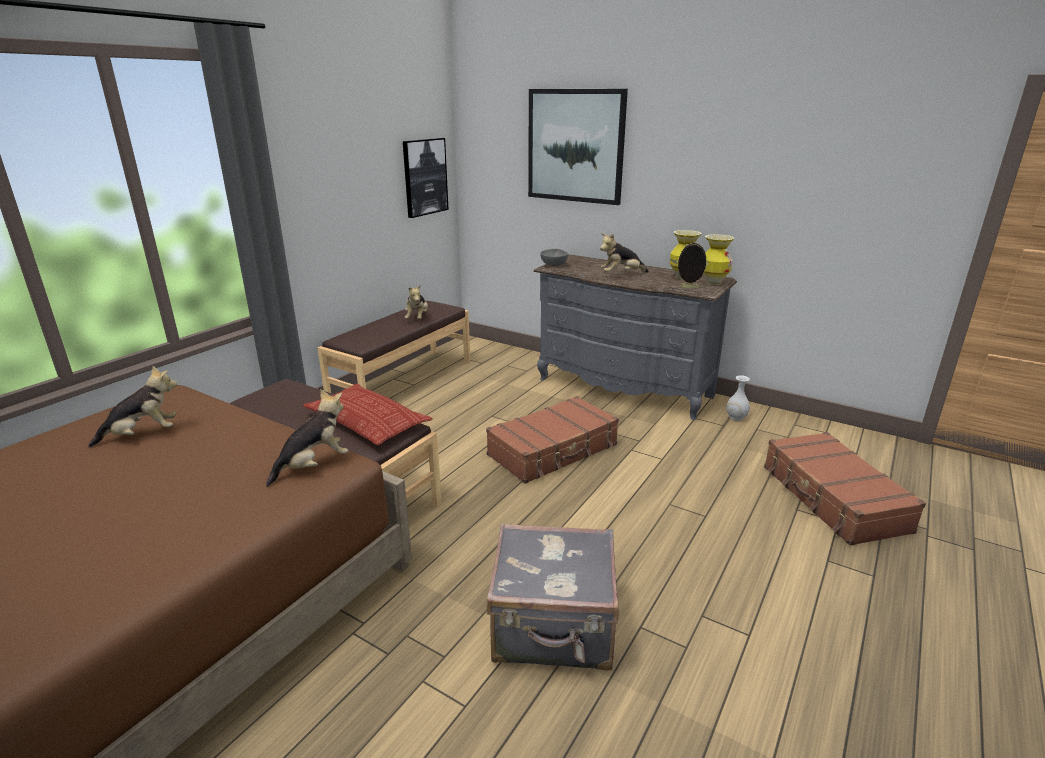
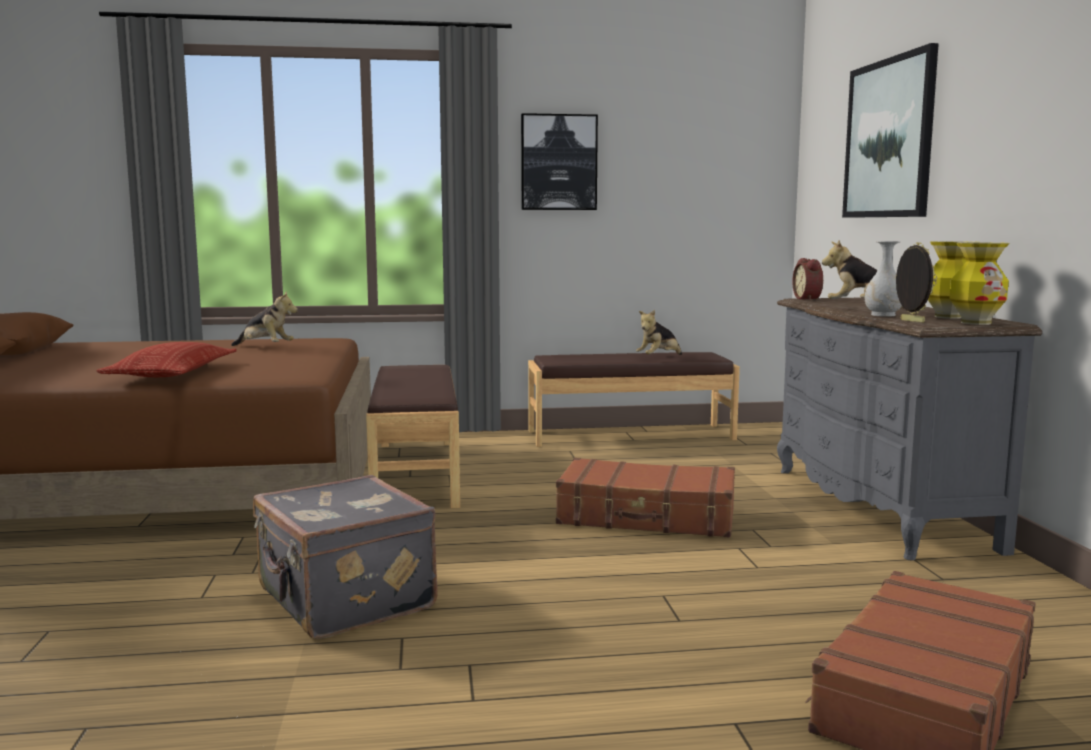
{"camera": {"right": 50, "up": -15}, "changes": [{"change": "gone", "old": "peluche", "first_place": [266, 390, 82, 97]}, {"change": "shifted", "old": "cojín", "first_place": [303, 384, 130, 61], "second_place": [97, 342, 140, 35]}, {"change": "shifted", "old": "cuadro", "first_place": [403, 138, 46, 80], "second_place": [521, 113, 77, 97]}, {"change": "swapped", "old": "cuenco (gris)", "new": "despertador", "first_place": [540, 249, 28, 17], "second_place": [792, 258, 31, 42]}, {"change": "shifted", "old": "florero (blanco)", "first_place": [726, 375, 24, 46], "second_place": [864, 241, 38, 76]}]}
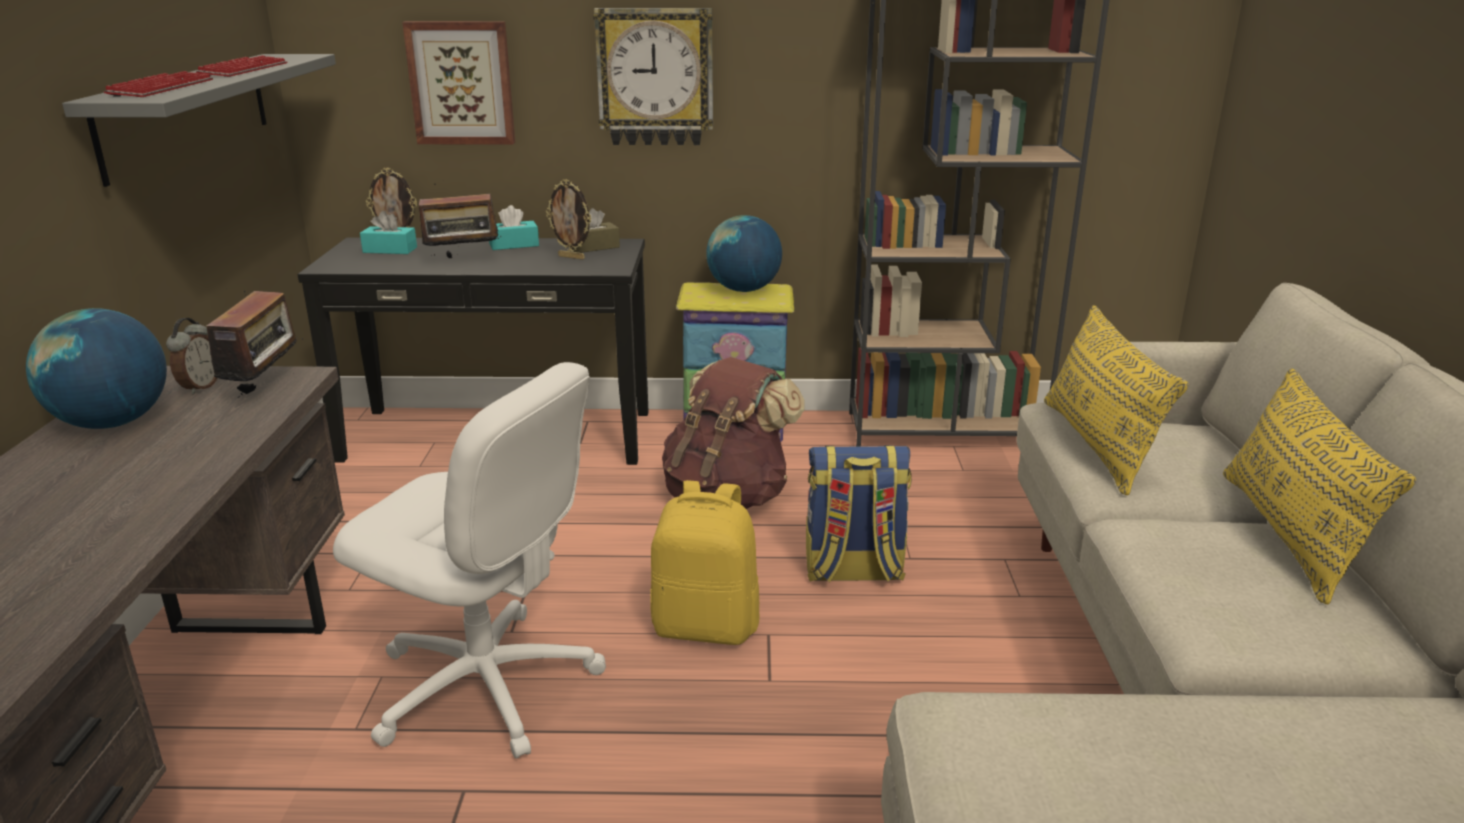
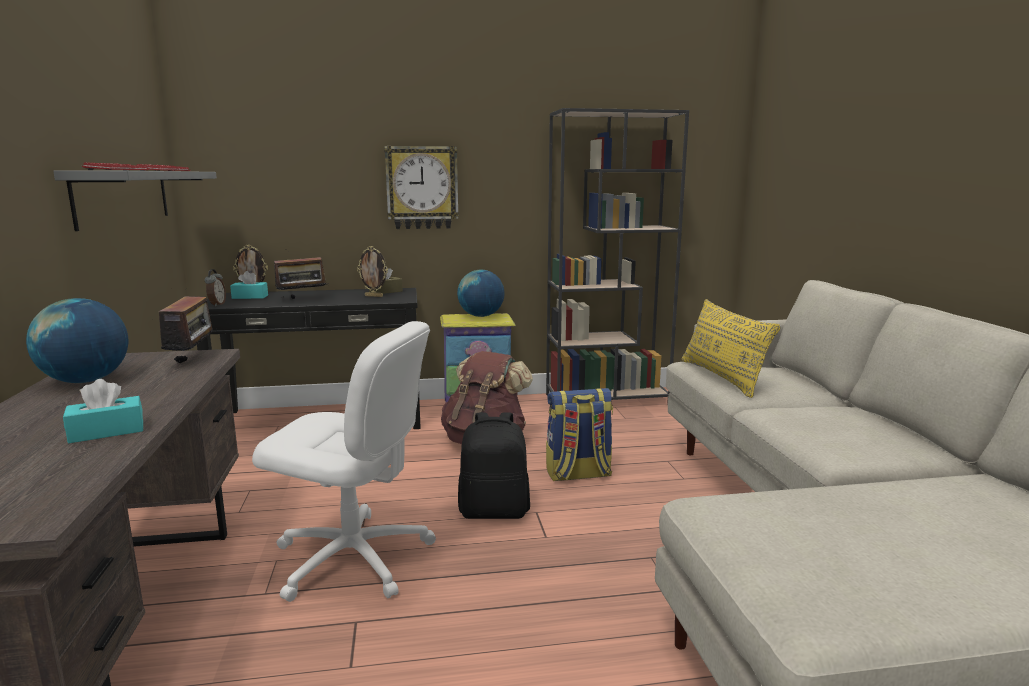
{"camera": {"right": -10, "up": -10}, "changes": [{"change": "shifted", "old": "despertador", "first_place": [166, 318, 51, 76], "second_place": [204, 269, 22, 38]}, {"change": "gone", "old": "cuadro", "first_place": [402, 21, 113, 124]}, {"change": "shifted", "old": "caja de pañuelos (turquesa)", "first_place": [489, 205, 50, 45], "second_place": [63, 379, 80, 64]}, {"change": "repainted", "old": "mochila (amarillo)", "new": "mochila (negro)", "first_place": [650, 480, 110, 165], "second_place": [458, 412, 72, 107]}, {"change": "gone", "old": "cojín (amarillo)", "first_place": [1223, 368, 193, 236]}]}
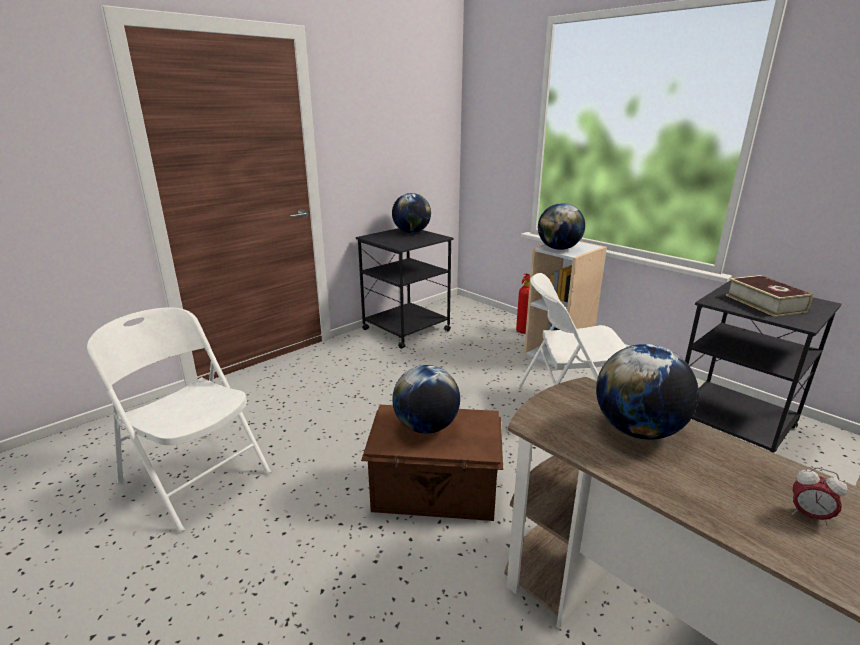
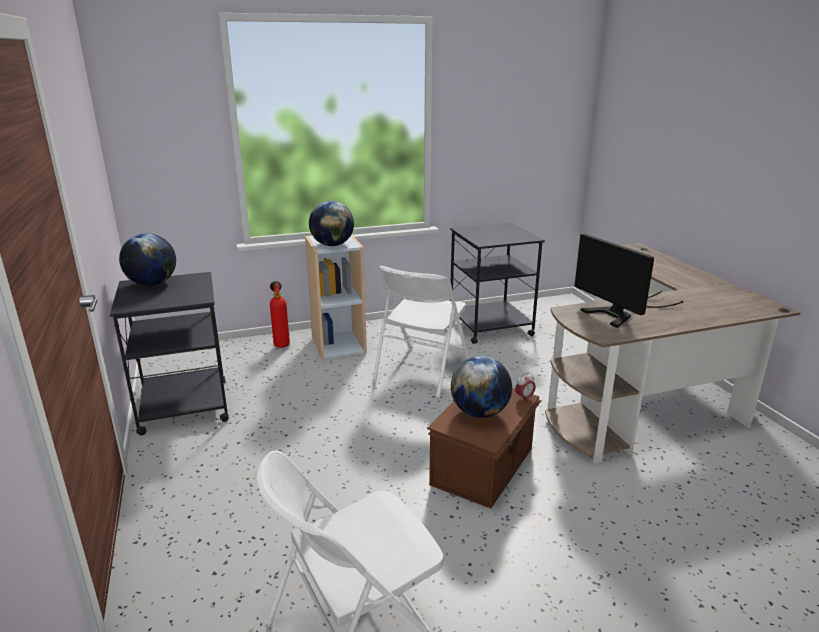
{"camera": {"right": -65, "up": 0}, "changes": [{"change": "swapped", "old": "globo terráqueo", "new": "monitor", "first_place": [596, 344, 103, 96], "second_place": [575, 234, 109, 94]}, {"change": "gone", "old": "libro", "first_place": [726, 275, 87, 42]}, {"change": "shifted", "old": "despertador", "first_place": [792, 467, 56, 59], "second_place": [515, 372, 21, 30]}]}
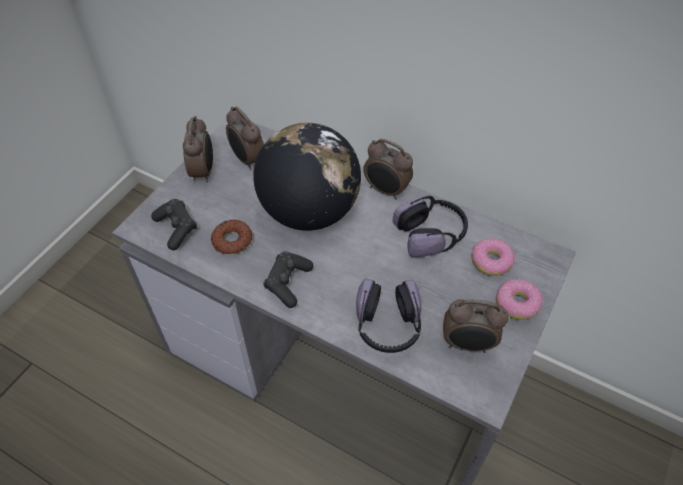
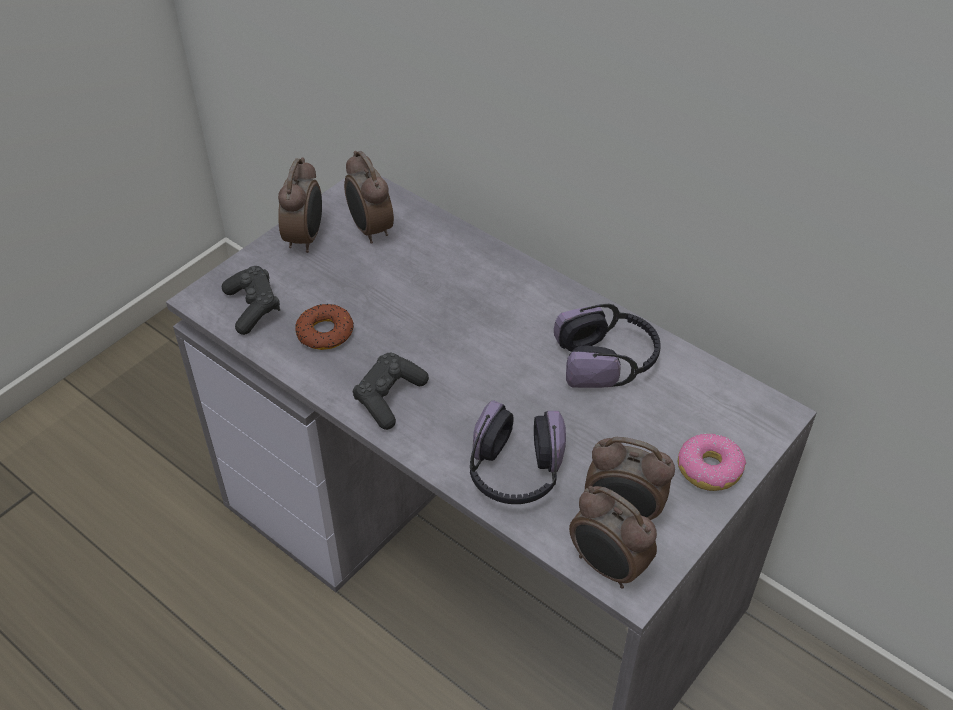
{"camera": {"right": 10, "up": -5}, "changes": [{"change": "gone", "old": "globo terráqueo", "first_place": [253, 123, 108, 108]}, {"change": "shifted", "old": "despertador", "first_place": [363, 139, 50, 61], "second_place": [569, 486, 88, 103]}, {"change": "gone", "old": "rosquilla", "first_place": [472, 238, 43, 38]}]}
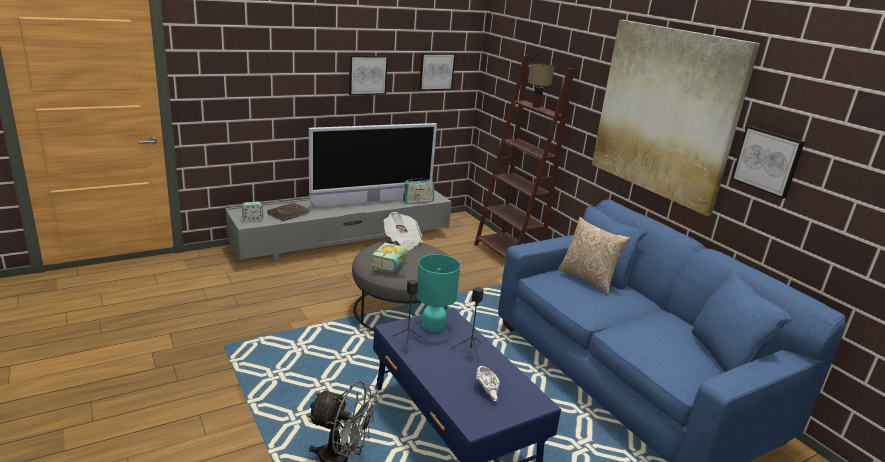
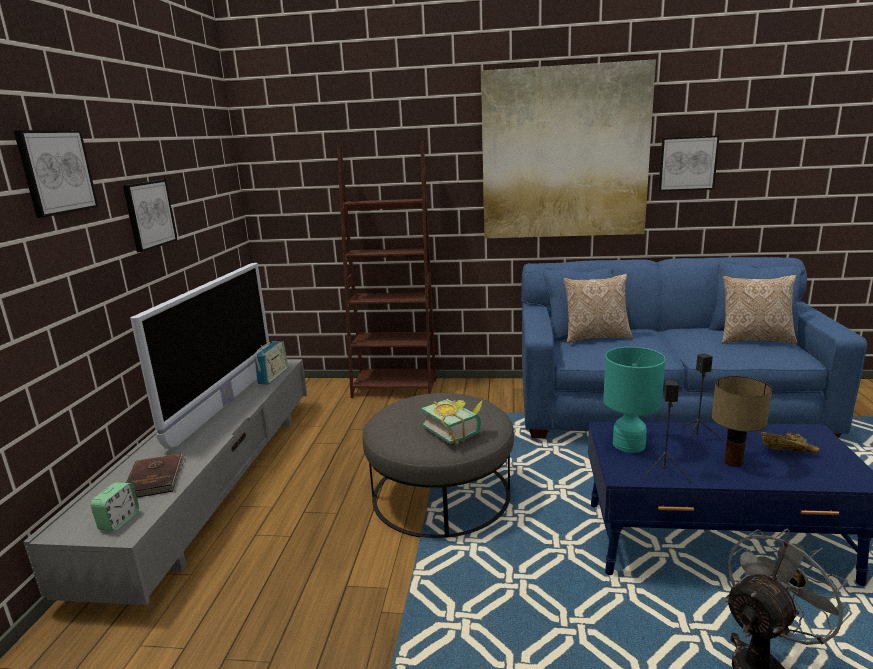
{"camera": {"right": -50, "up": -5}, "changes": [{"change": "gone", "old": "periódico", "first_place": [383, 212, 40, 38]}, {"change": "shifted", "old": "cuadro", "first_place": [419, 53, 36, 38], "second_place": [14, 130, 84, 88]}, {"change": "repainted", "old": "cuenco (blanco)", "new": "cuenco (marrón)", "first_place": [476, 366, 24, 36], "second_place": [761, 432, 58, 22]}, {"change": "shifted", "old": "lámpara de mesa", "first_place": [528, 63, 26, 45], "second_place": [712, 376, 60, 91]}, {"change": "new", "new": "cojín", "second_place": [722, 275, 75, 69]}]}
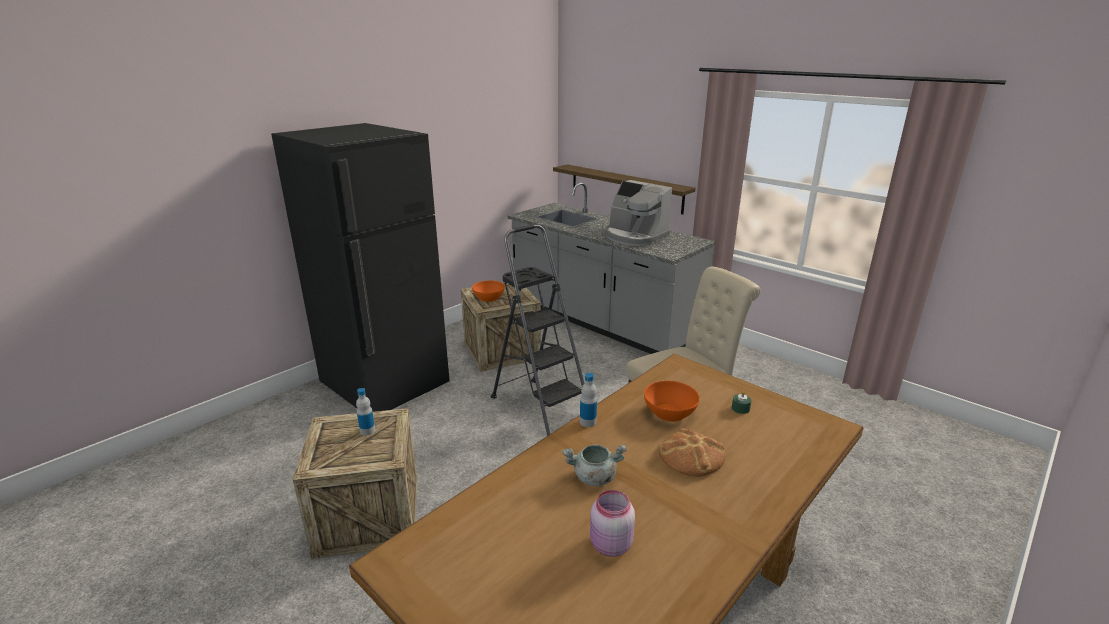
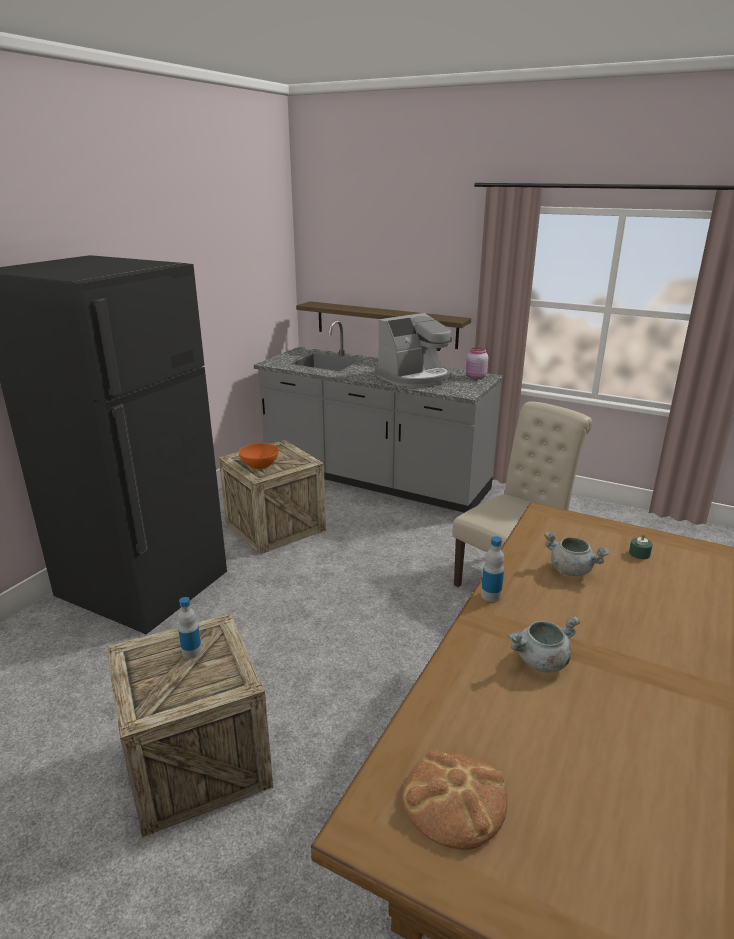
{"camera": {"right": -15, "up": 0}, "changes": [{"change": "gone", "old": "escalera de tijera", "first_place": [490, 224, 95, 212]}, {"change": "shifted", "old": "tarro (rosa)", "first_place": [590, 490, 45, 67], "second_place": [466, 347, 22, 32]}, {"change": "rotated", "old": "cafetera", "first_place": [605, 180, 67, 66], "second_place": [375, 313, 77, 74], "degrees": -60}, {"change": "swapped", "old": "cuenco (naranja)", "new": "olla (gris)", "first_place": [644, 381, 56, 41], "second_place": [544, 532, 66, 44]}, {"change": "shifted", "old": "pan", "first_place": [659, 428, 66, 49], "second_place": [402, 749, 106, 101]}]}
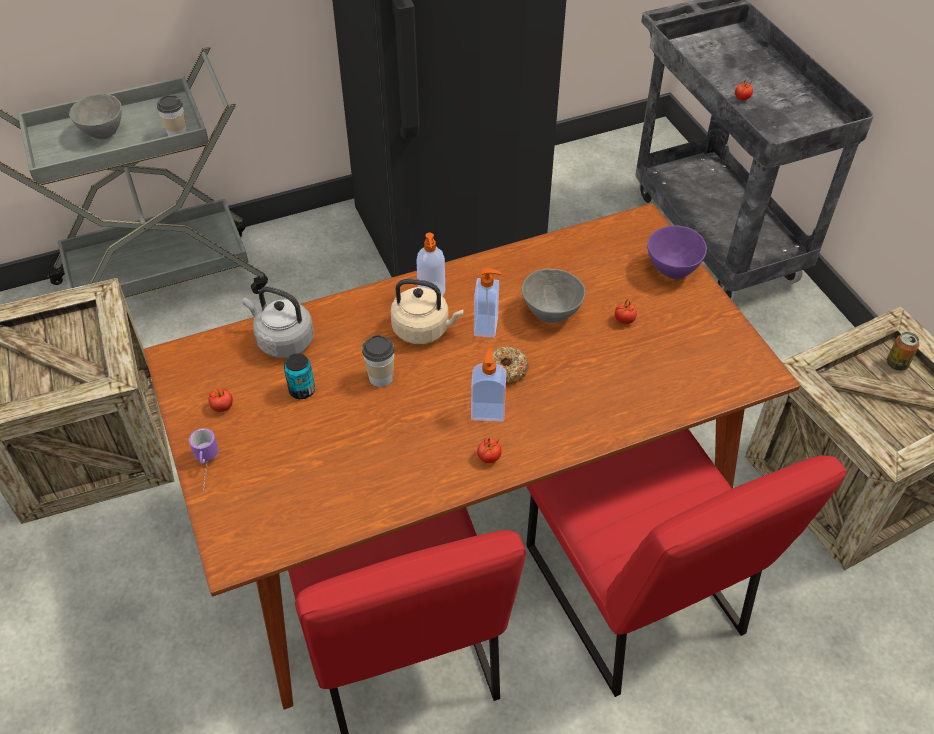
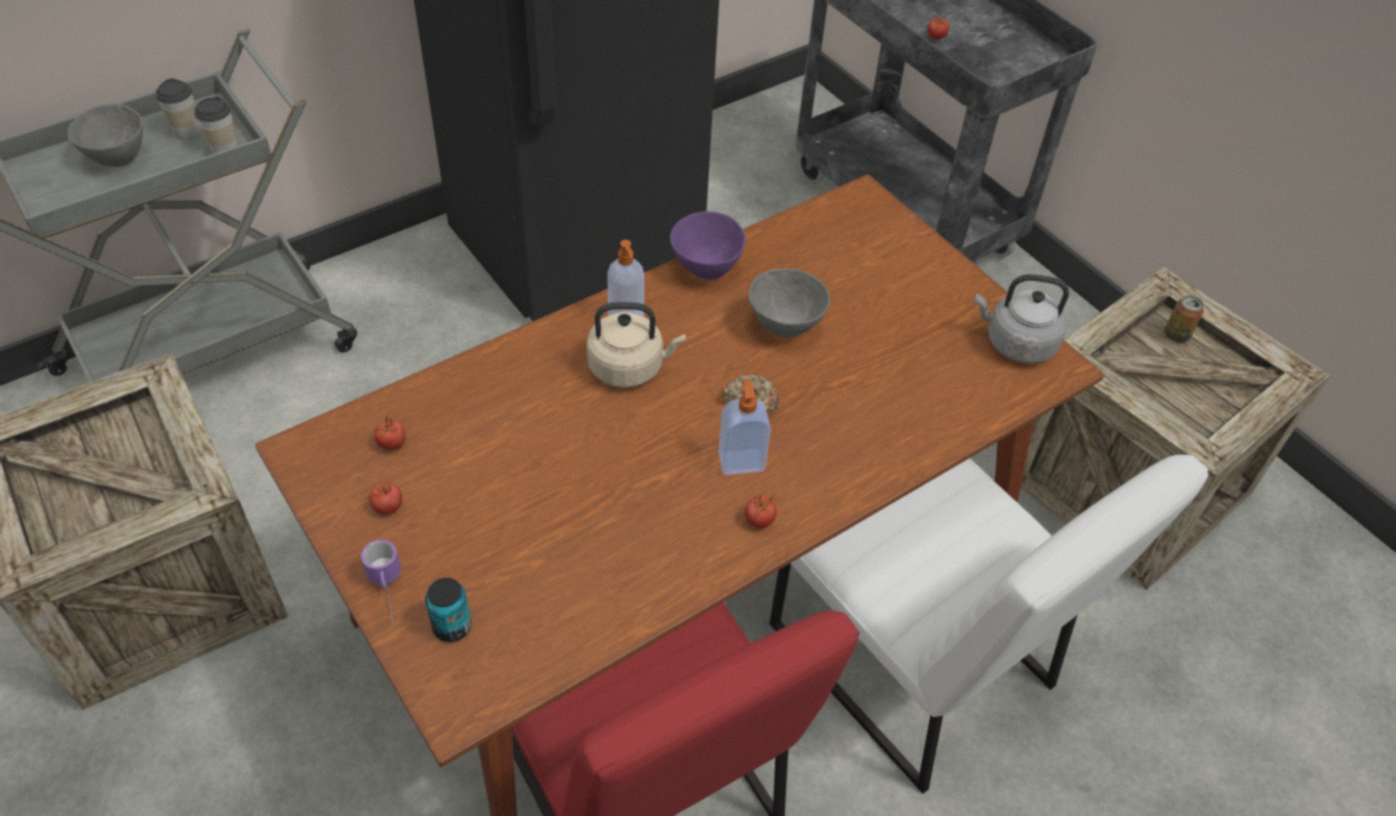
{"camera": {"right": -15, "up": 0}, "changes": [{"change": "shifted", "old": "hervidor (gris)", "first_place": [243, 287, 71, 71], "second_place": [974, 274, 95, 89]}, {"change": "shifted", "old": "lata", "first_place": [284, 353, 31, 46], "second_place": [425, 578, 47, 64]}, {"change": "shifted", "old": "taza", "first_place": [362, 335, 32, 52], "second_place": [155, 78, 45, 62]}, {"change": "gone", "old": "dispensador de jabón", "first_place": [474, 268, 27, 70]}, {"change": "repainted", "old": "silla (rojo)", "new": "silla (blanco)", "first_place": [526, 429, 321, 268], "second_place": [769, 455, 440, 339]}, {"change": "shifted", "old": "tomate", "first_place": [615, 299, 22, 25], "second_place": [374, 414, 32, 36]}, {"change": "shifted", "old": "cuenco (morado)", "first_place": [647, 225, 60, 54], "second_place": [670, 211, 76, 69]}]}
